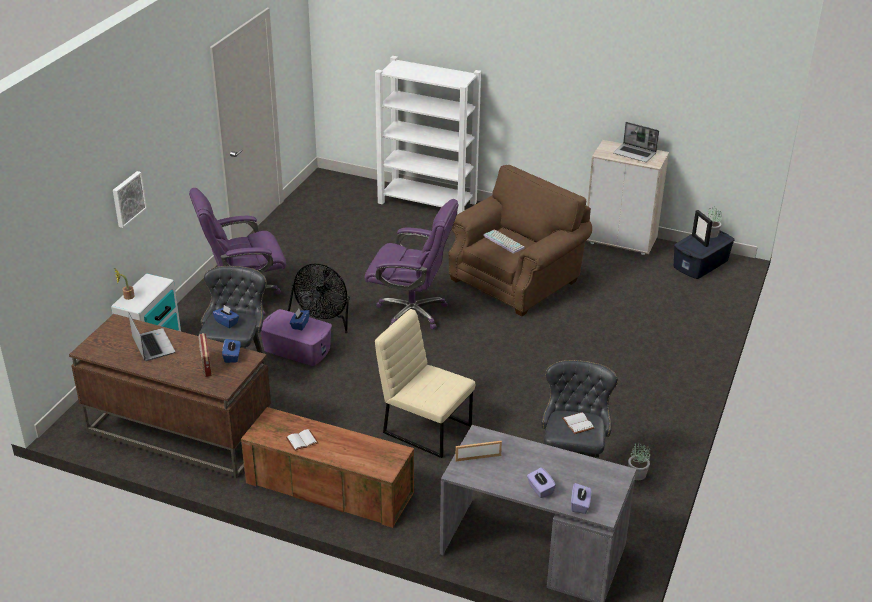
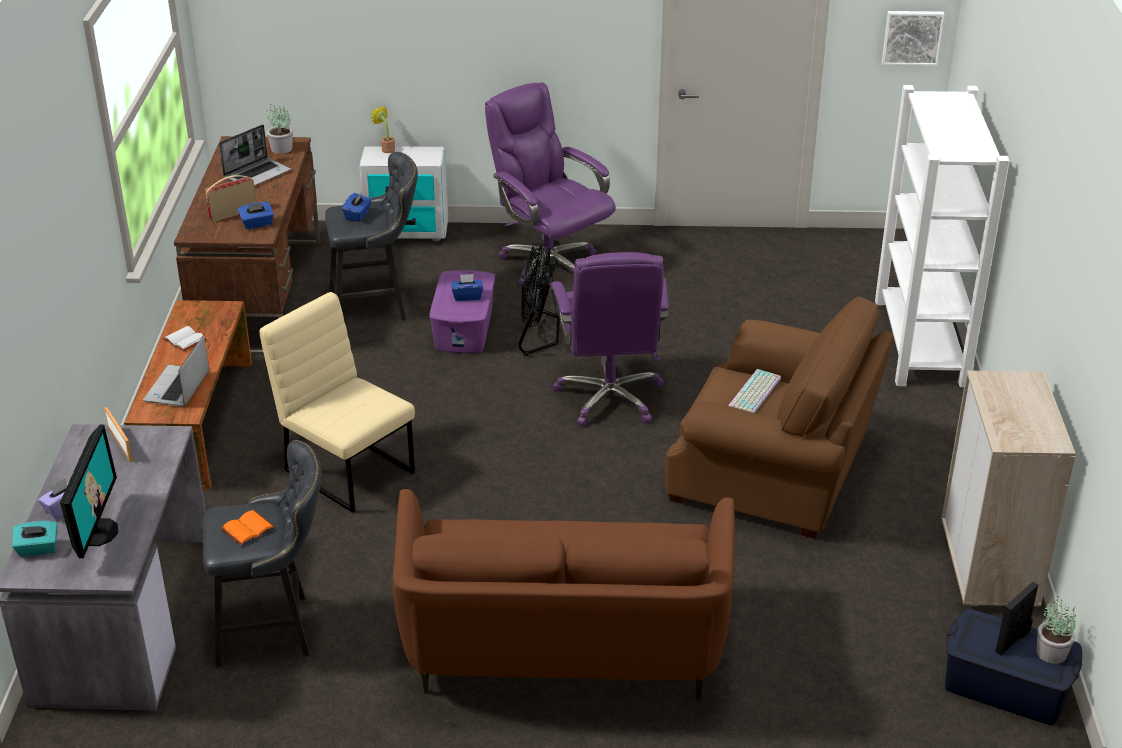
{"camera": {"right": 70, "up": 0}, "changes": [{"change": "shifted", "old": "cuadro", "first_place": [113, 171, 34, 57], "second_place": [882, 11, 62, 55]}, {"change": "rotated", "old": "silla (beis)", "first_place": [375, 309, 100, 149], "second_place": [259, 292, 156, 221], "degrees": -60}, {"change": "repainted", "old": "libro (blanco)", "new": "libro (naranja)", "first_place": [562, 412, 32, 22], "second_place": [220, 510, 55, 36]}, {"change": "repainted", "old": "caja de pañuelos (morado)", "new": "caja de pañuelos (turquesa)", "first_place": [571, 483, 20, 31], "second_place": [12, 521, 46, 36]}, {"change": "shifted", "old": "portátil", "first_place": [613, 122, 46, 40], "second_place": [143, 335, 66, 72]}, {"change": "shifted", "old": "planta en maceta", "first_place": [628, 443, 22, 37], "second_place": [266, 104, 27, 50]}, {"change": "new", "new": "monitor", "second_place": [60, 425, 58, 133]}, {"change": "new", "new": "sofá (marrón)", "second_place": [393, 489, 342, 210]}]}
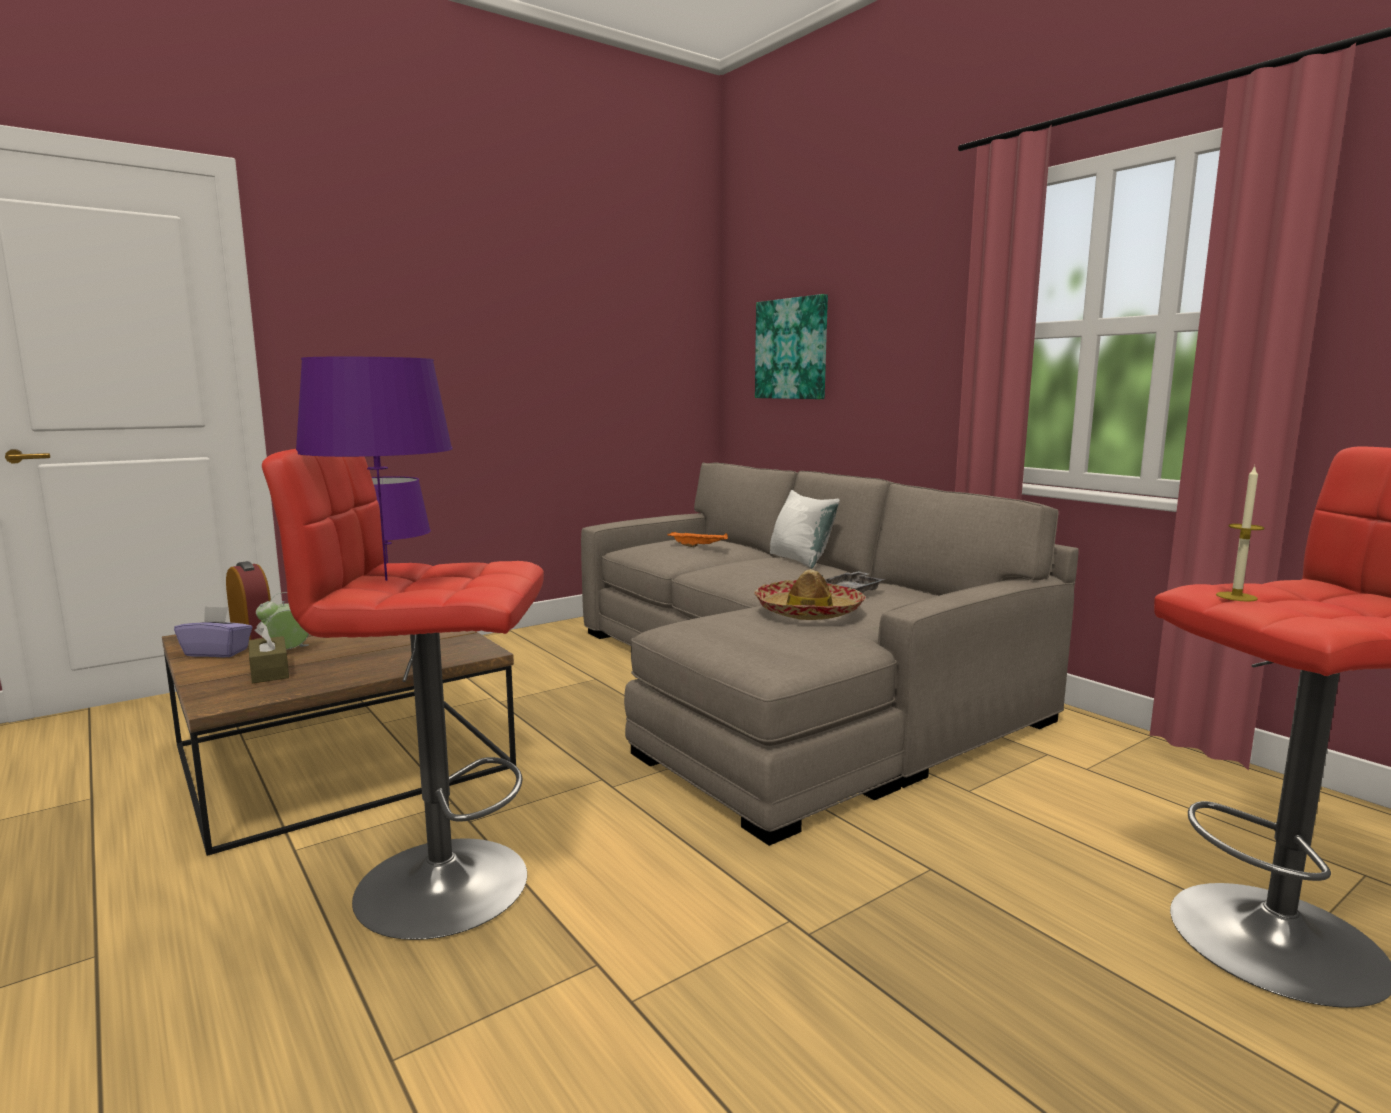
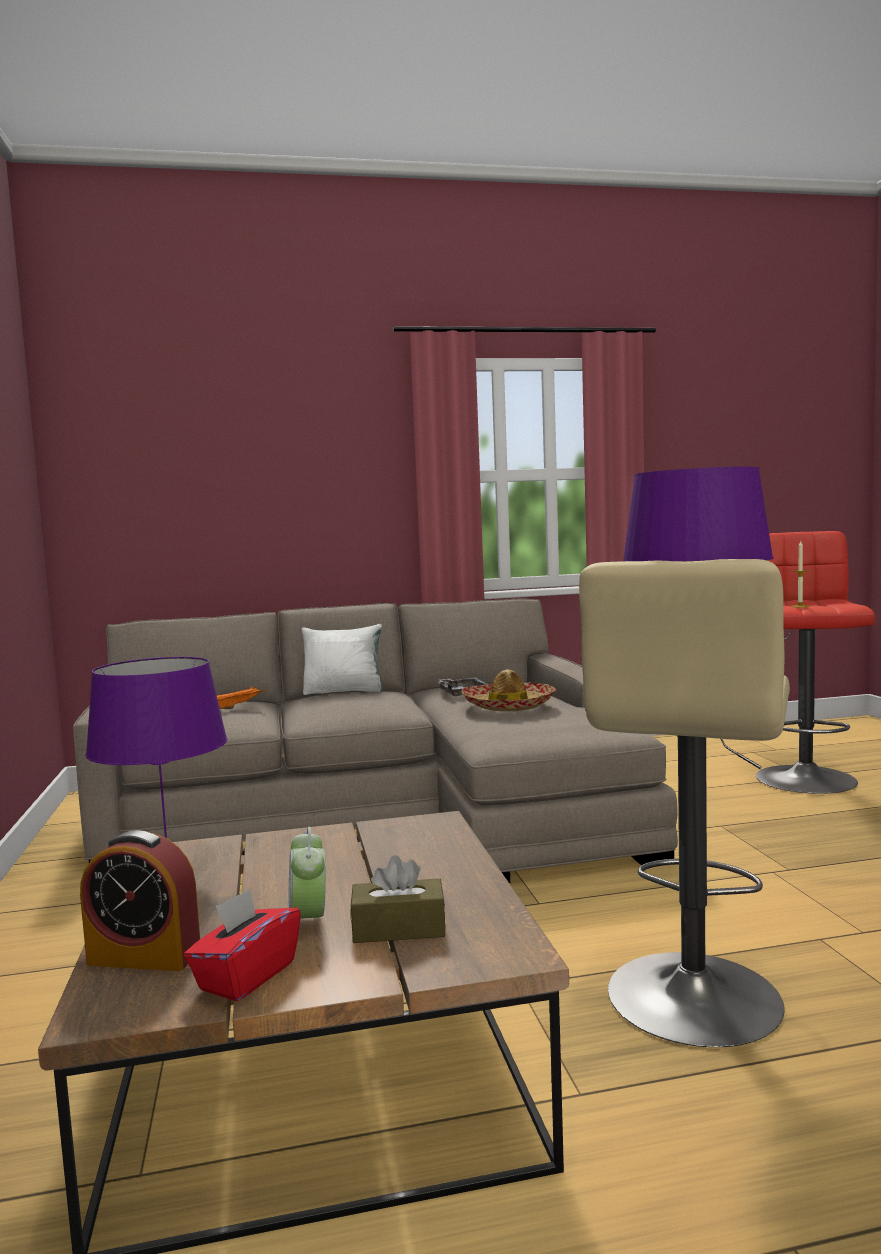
{"camera": {"right": -65, "up": -5}, "changes": [{"change": "repainted", "old": "caja de pañuelos (morado)", "new": "caja de pañuelos (rojo)", "first_place": [174, 606, 79, 52], "second_place": [184, 888, 117, 113]}, {"change": "rotated", "old": "despertador", "first_place": [226, 561, 45, 79], "second_place": [80, 830, 120, 141], "degrees": -150}, {"change": "repainted", "old": "taburete (rojo)", "new": "taburete (beis)", "first_place": [262, 449, 282, 491], "second_place": [579, 559, 211, 488]}, {"change": "gone", "old": "cuadro", "first_place": [755, 294, 73, 105]}]}
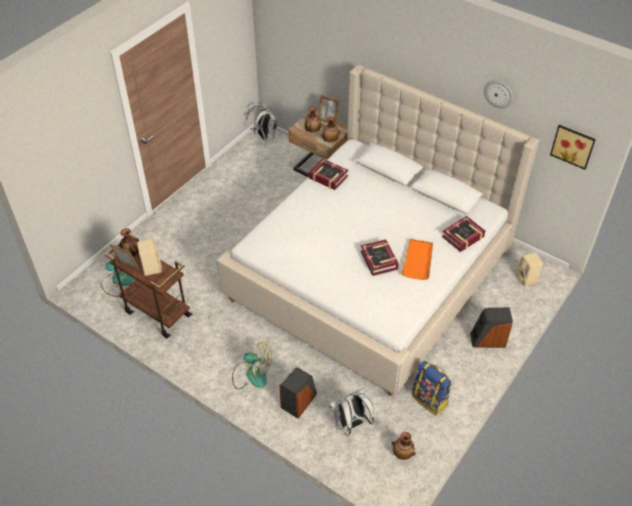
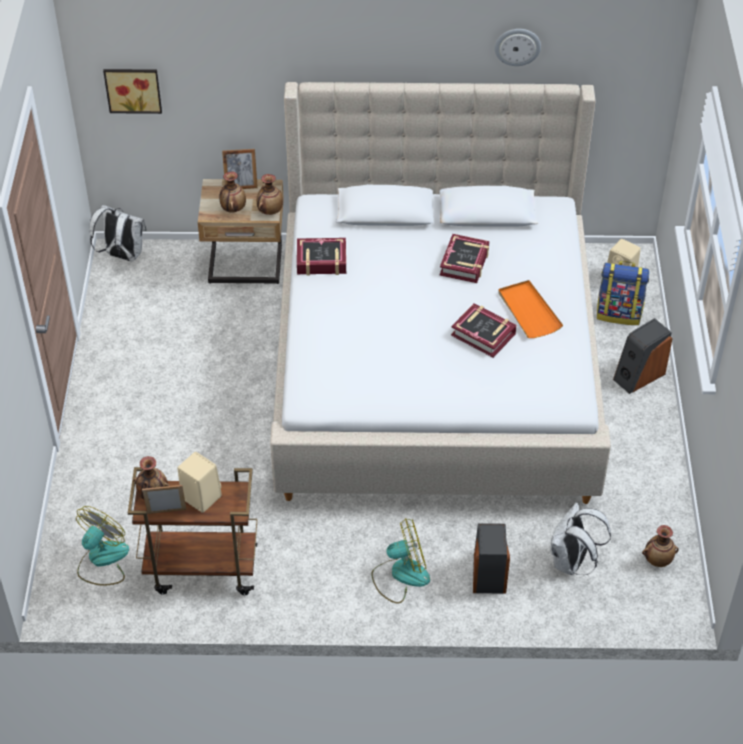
{"camera": {"right": -35, "up": 0}, "changes": [{"change": "shifted", "old": "mochila", "first_place": [412, 361, 40, 54], "second_place": [597, 261, 52, 64]}, {"change": "shifted", "old": "libro", "first_place": [442, 216, 43, 36], "second_place": [440, 234, 50, 49]}, {"change": "shifted", "old": "cuadro", "first_place": [550, 125, 46, 45], "second_place": [103, 69, 59, 45]}]}
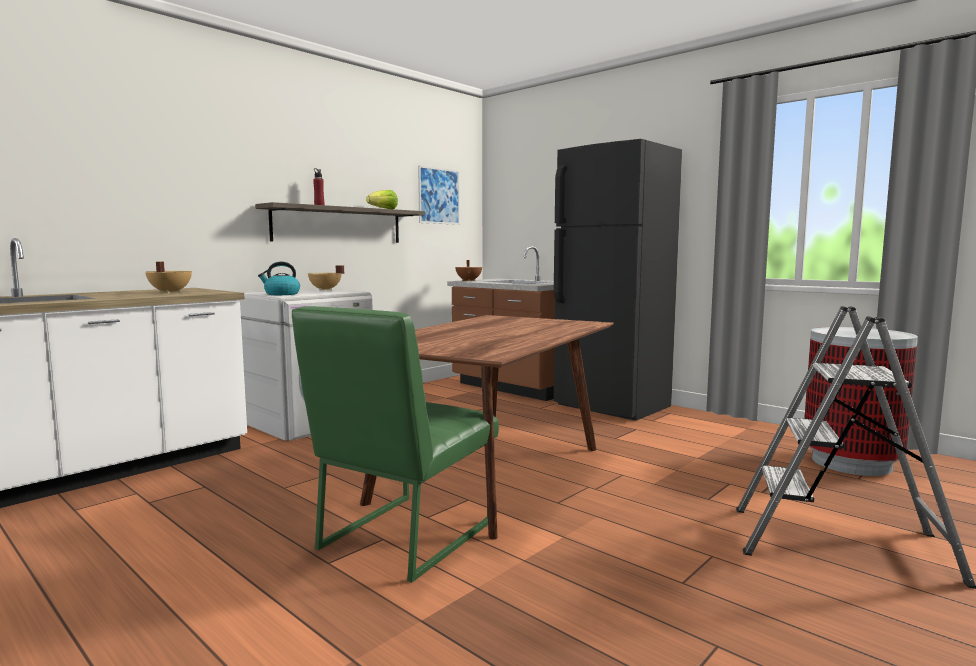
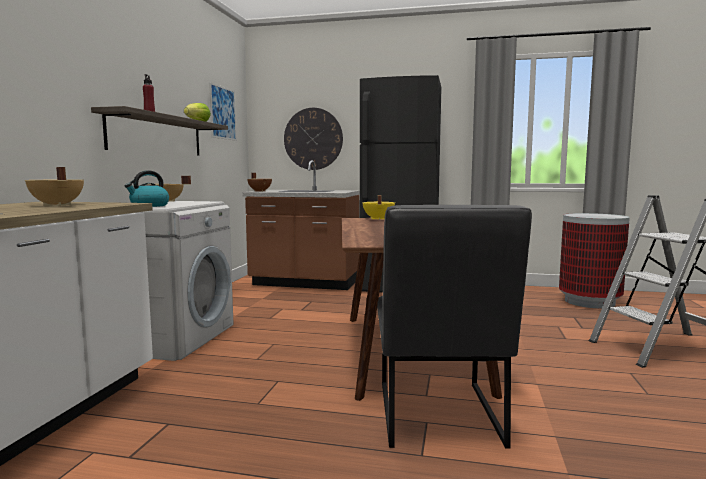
{"camera": {"right": -30, "up": 0}, "changes": [{"change": "repainted", "old": "silla (verde)", "new": "silla (gris)", "first_place": [292, 306, 207, 277], "second_place": [377, 205, 155, 244]}, {"change": "new", "new": "reloj de pared", "second_place": [284, 108, 59, 62]}, {"change": "new", "new": "olla (amarillo)", "second_place": [362, 195, 33, 25]}]}
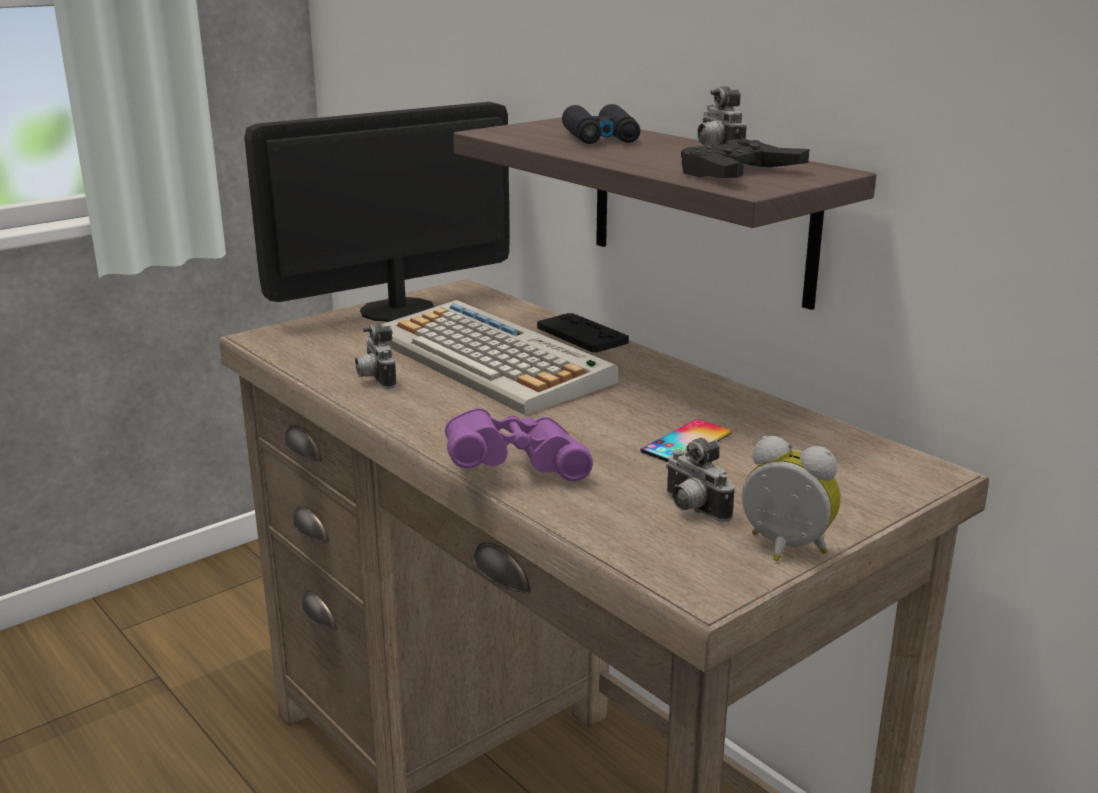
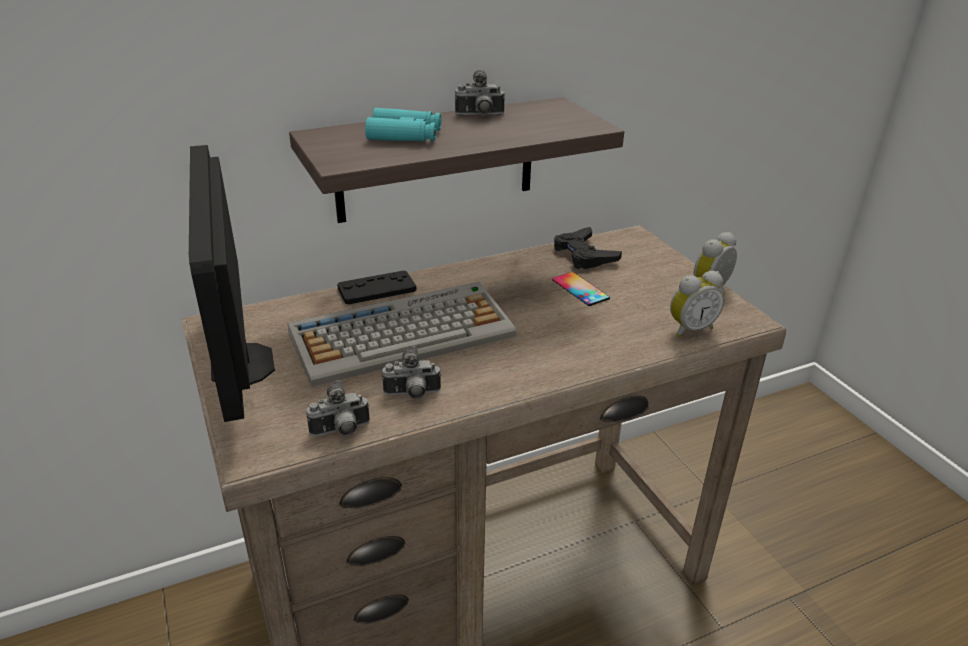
{"camera": {"right": -75, "up": 10}, "changes": [{"change": "gone", "old": "prismáticos (morado)", "first_place": [445, 408, 148, 73]}, {"change": "repainted", "old": "prismáticos (negro)", "new": "prismáticos (turquesa)", "first_place": [562, 104, 78, 40], "second_place": [365, 108, 76, 33]}, {"change": "shifted", "old": "cámara", "first_place": [666, 438, 69, 84], "second_place": [306, 380, 64, 56]}, {"change": "shifted", "old": "mando de consola (negro)", "first_place": [681, 139, 129, 39], "second_place": [554, 227, 68, 42]}, {"change": "new", "new": "despertador", "second_place": [670, 271, 54, 67]}]}
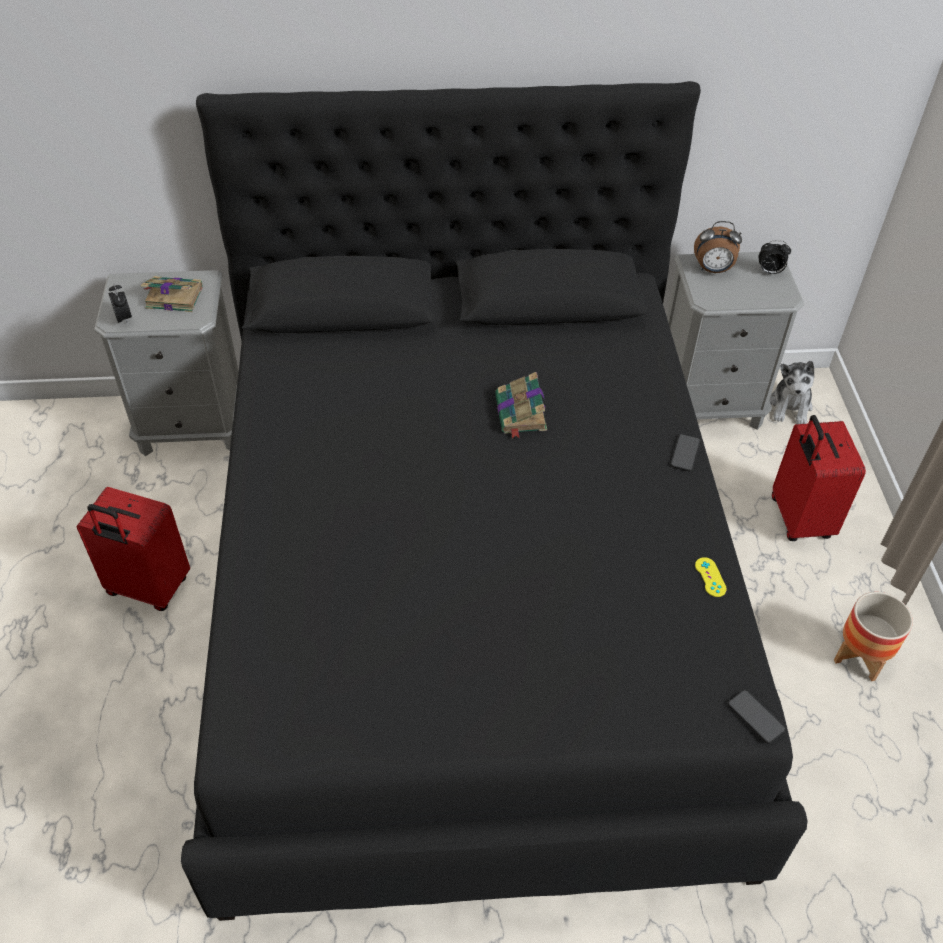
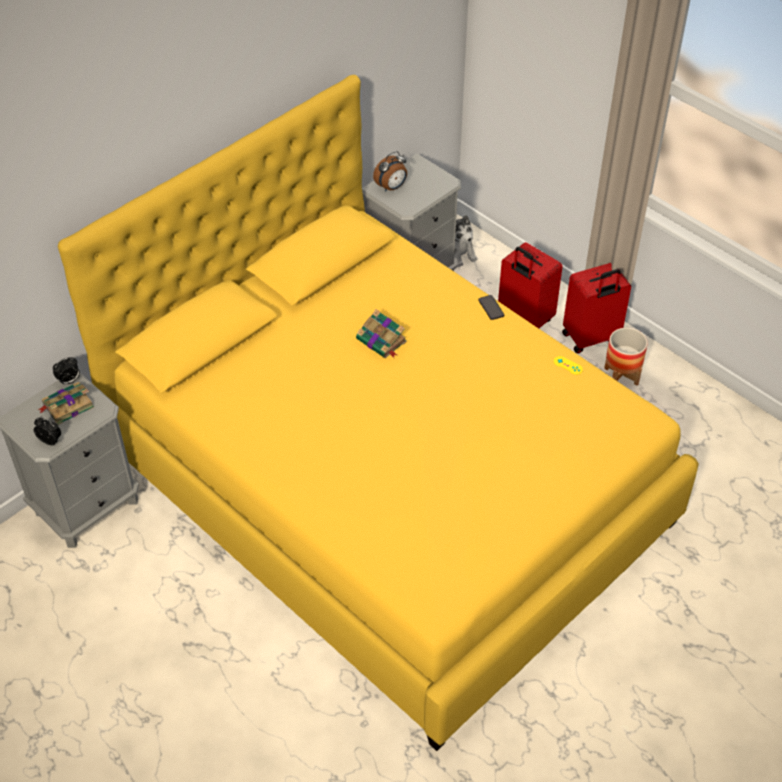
{"camera": {"right": -40, "up": 0}, "changes": [{"change": "shifted", "old": "maleta (rojo)", "first_place": [77, 487, 113, 124], "second_place": [562, 263, 69, 91]}, {"change": "repainted", "old": "cama (negro)", "new": "cama (amarillo)", "first_place": [181, 81, 626, 840], "second_place": [58, 75, 641, 676]}, {"change": "gone", "old": "móvil", "first_place": [728, 690, 58, 54]}, {"change": "shifted", "old": "despertador", "first_place": [759, 240, 32, 34], "second_place": [53, 357, 27, 29]}]}
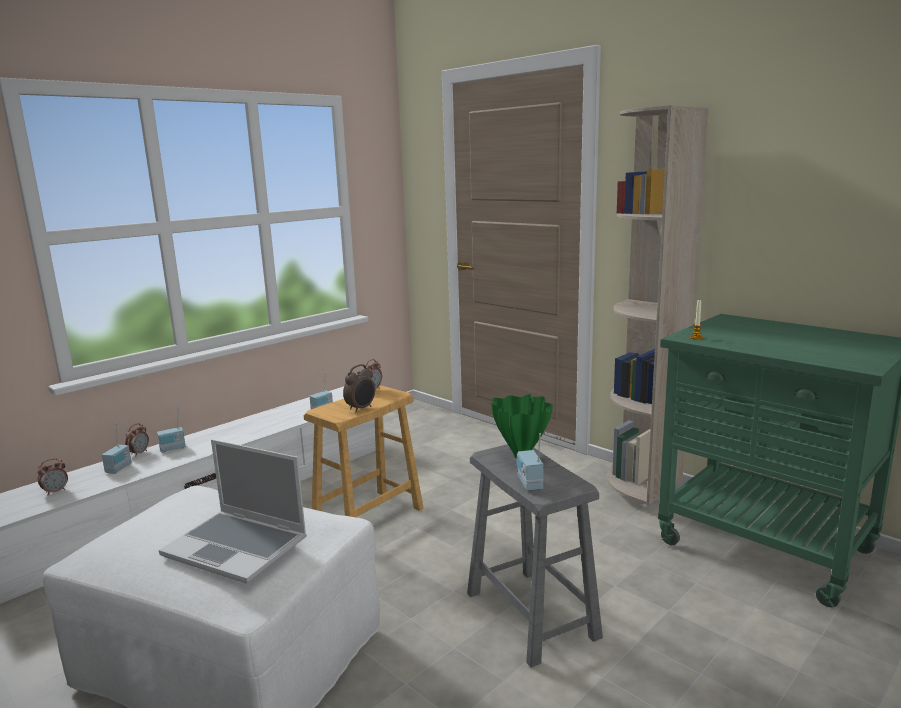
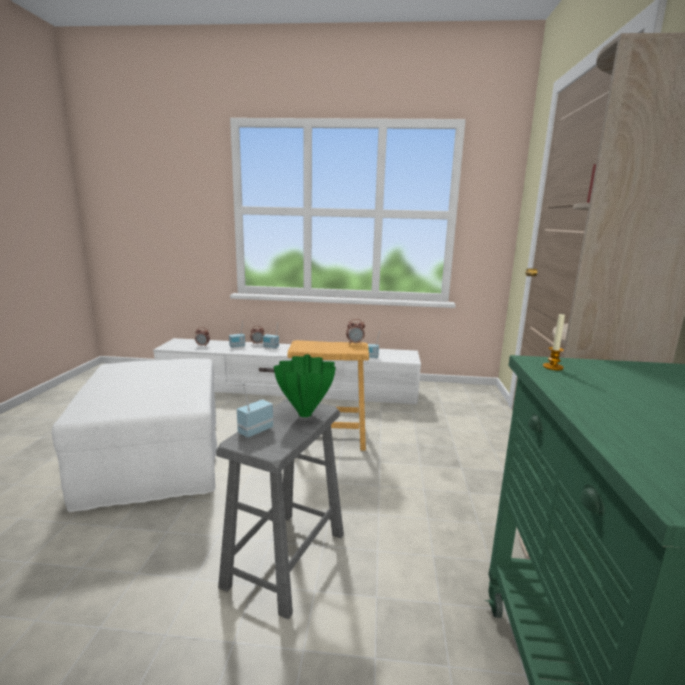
{"camera": {"right": 50, "up": 0}, "changes": [{"change": "gone", "old": "portátil", "first_place": [159, 439, 148, 145]}, {"change": "gone", "old": "despertador", "first_place": [343, 364, 32, 48]}]}
